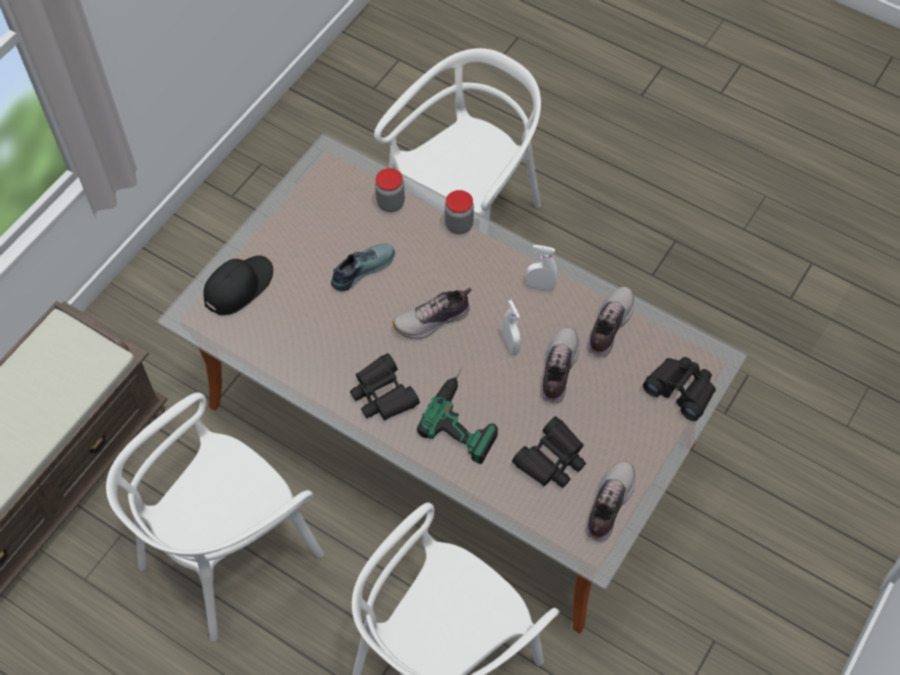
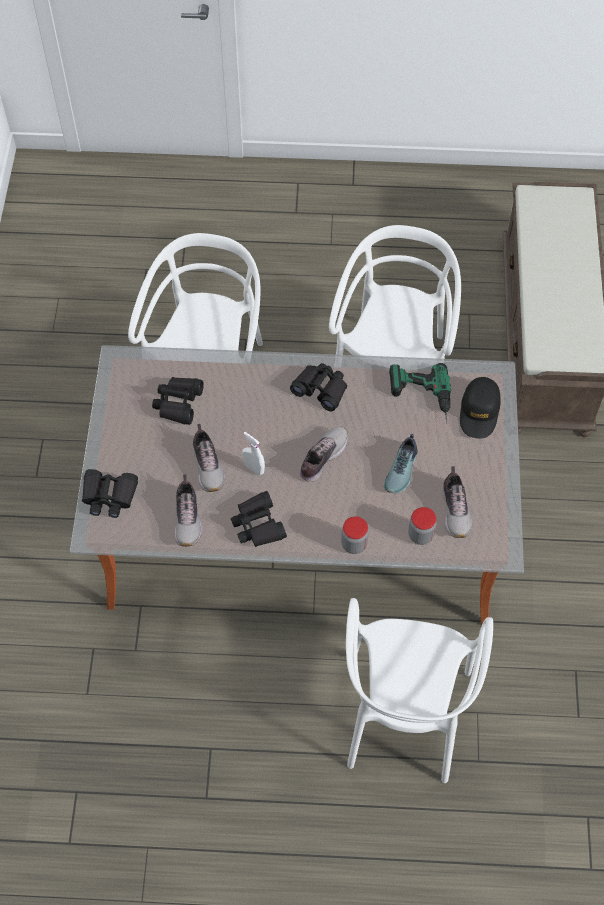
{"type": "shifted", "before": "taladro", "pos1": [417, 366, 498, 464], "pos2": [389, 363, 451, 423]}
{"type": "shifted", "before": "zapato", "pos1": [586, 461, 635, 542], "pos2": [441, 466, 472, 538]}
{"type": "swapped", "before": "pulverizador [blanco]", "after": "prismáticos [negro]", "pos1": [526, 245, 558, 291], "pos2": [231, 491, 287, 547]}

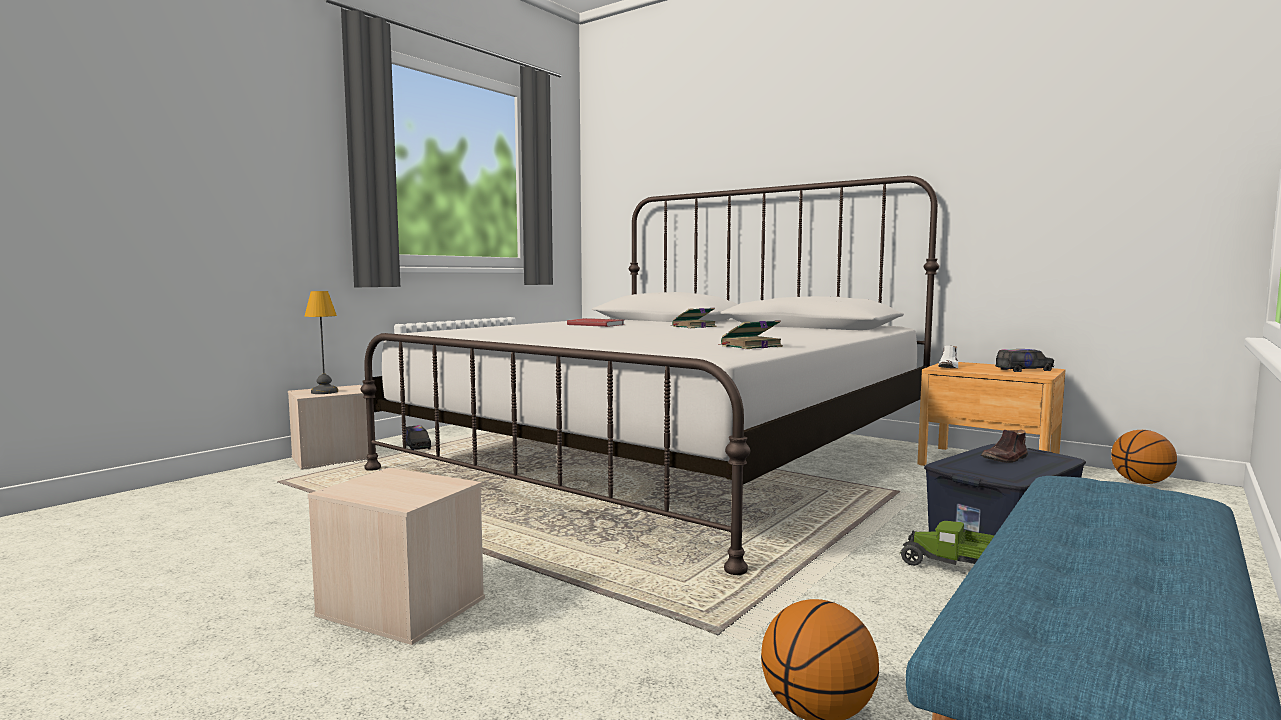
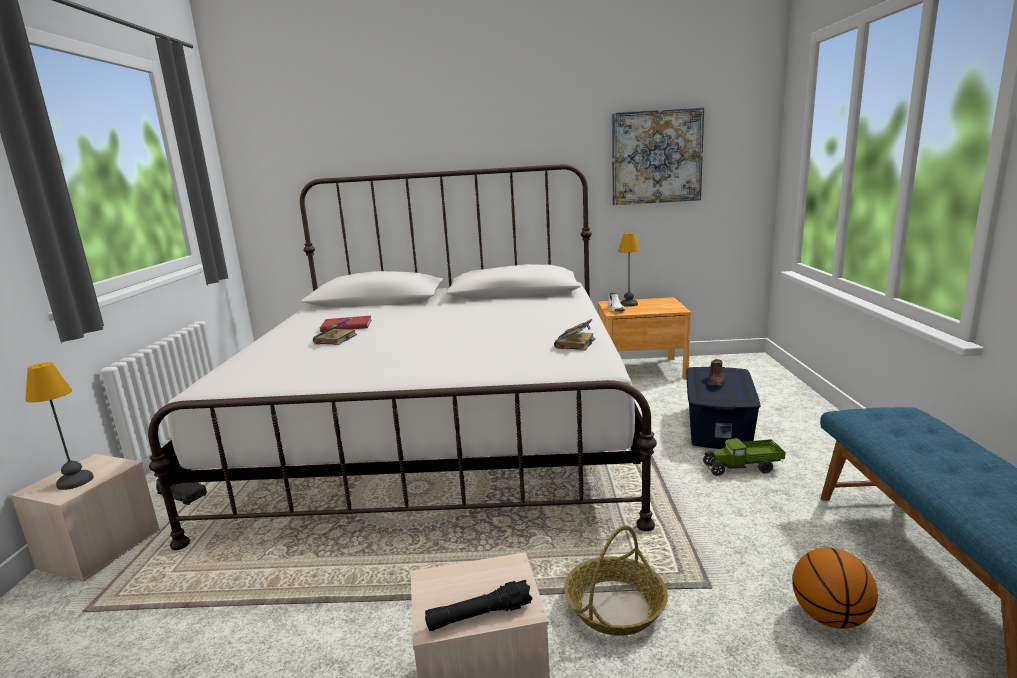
{"type": "gone", "before": "camión de juguete", "pos1": [995, 349, 1054, 372]}
{"type": "gone", "before": "balón de baloncesto", "pos1": [1111, 430, 1177, 484]}
{"type": "new", "after": "linterna [negro]", "pos2": [425, 580, 532, 631]}
{"type": "new", "after": "cesta", "pos2": [564, 525, 668, 636]}
{"type": "new", "after": "cuadro", "pos2": [612, 107, 704, 205]}
{"type": "new", "after": "lámpara de mesa", "pos2": [618, 232, 640, 307]}
{"type": "shifted", "before": "libro", "pos1": [672, 308, 716, 328], "pos2": [313, 317, 357, 345]}

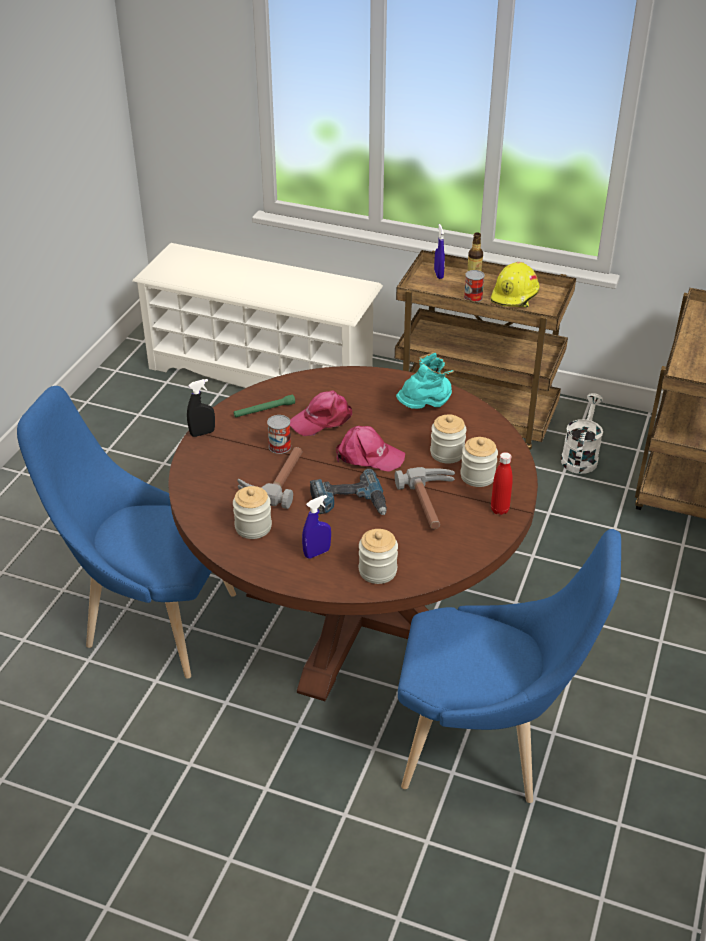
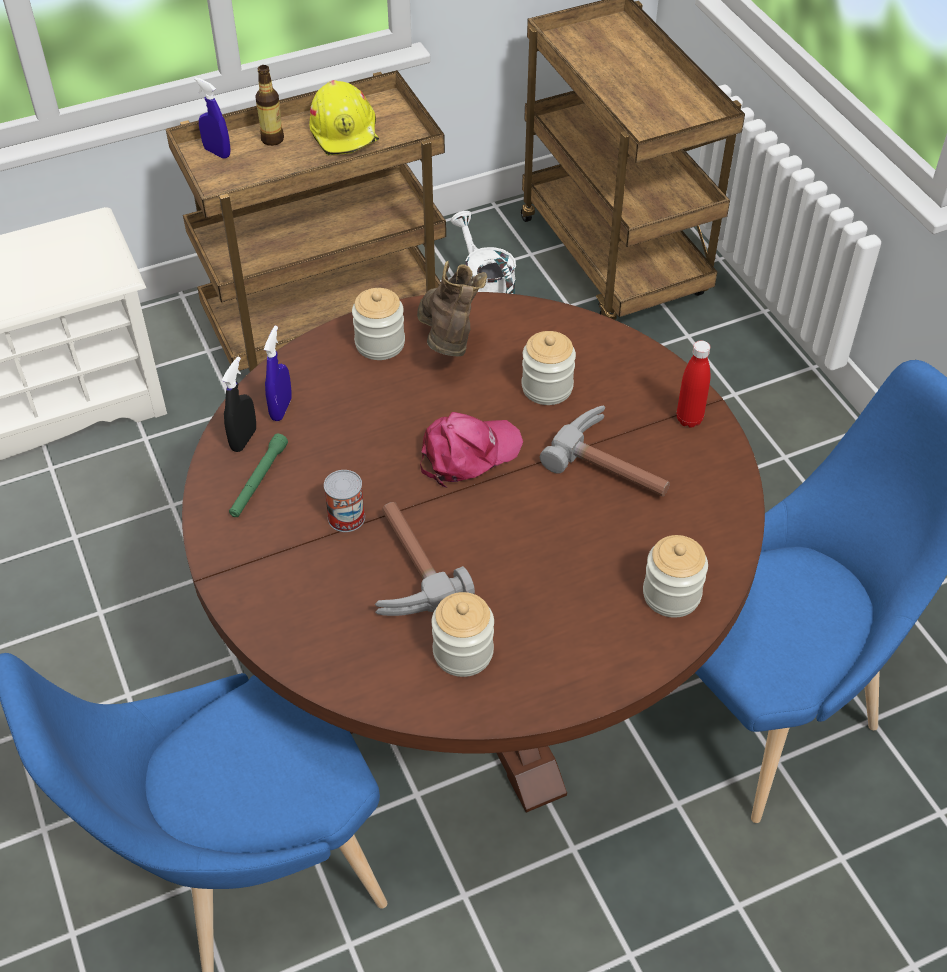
{"type": "gone", "before": "gorra [rosa]", "pos1": [290, 390, 352, 436]}
{"type": "gone", "before": "taladro", "pos1": [310, 469, 387, 515]}
{"type": "gone", "before": "lata", "pos1": [464, 270, 485, 302]}
{"type": "shifted", "before": "pulverizador [negro]", "pos1": [187, 379, 215, 437], "pos2": [222, 357, 256, 452]}
{"type": "shifted", "before": "pulverizador [azul]", "pos1": [302, 495, 331, 558], "pos2": [264, 326, 292, 421]}
{"type": "shifted", "before": "tarro", "pos1": [460, 437, 498, 487], "pos2": [352, 288, 405, 360]}
{"type": "repainted", "before": "bota [turquesa]", "after": "bota [marrón]", "pos1": [396, 352, 454, 409], "pos2": [417, 261, 487, 356]}

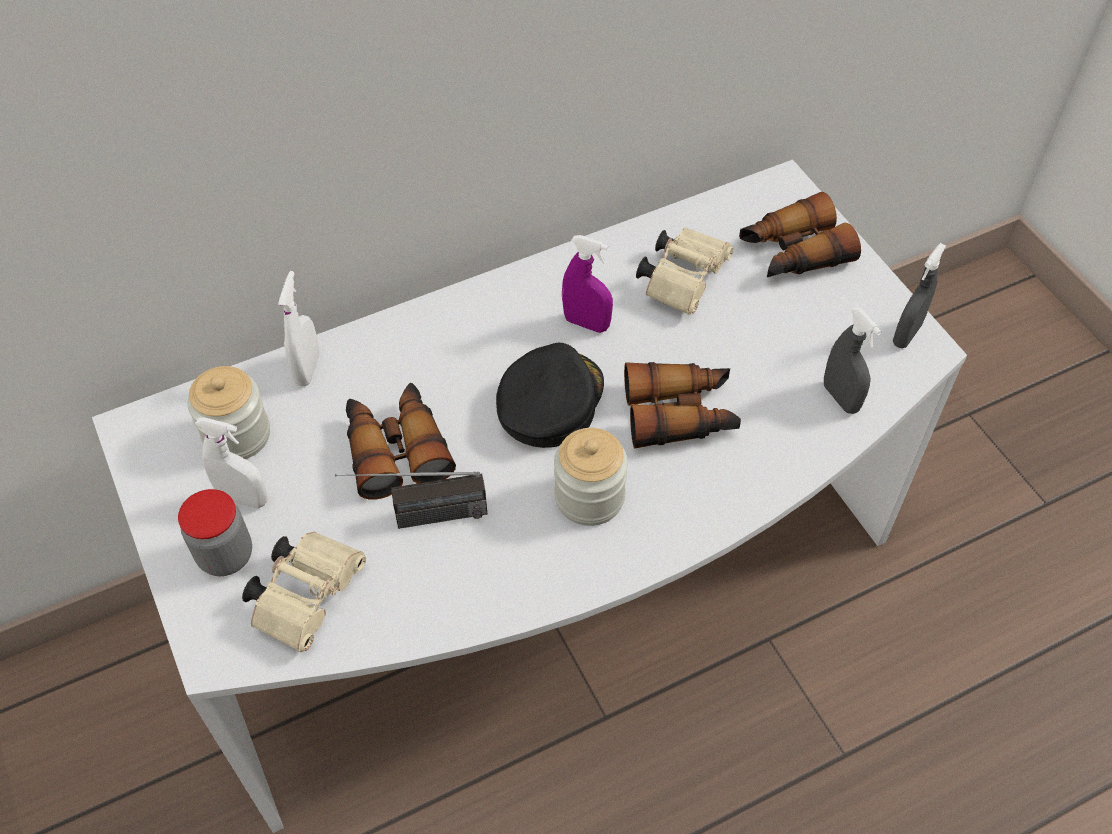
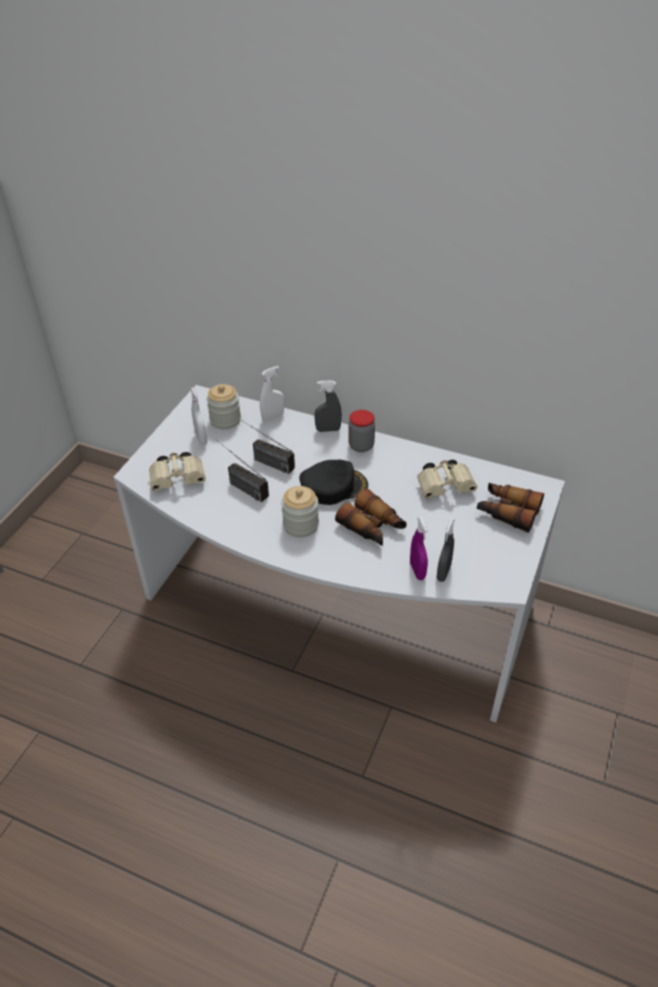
{"type": "shifted", "before": "tarro", "pos1": [178, 489, 252, 576], "pos2": [348, 410, 375, 452]}
{"type": "shifted", "before": "pulverizador [morado]", "pos1": [562, 235, 613, 333], "pos2": [410, 517, 428, 580]}
{"type": "shifted", "before": "pulverizador [gris]", "pos1": [893, 243, 946, 348], "pos2": [314, 380, 342, 432]}
{"type": "swapped", "before": "prismáticos", "after": "radio", "pos1": [346, 383, 456, 500], "pos2": [237, 418, 295, 474]}

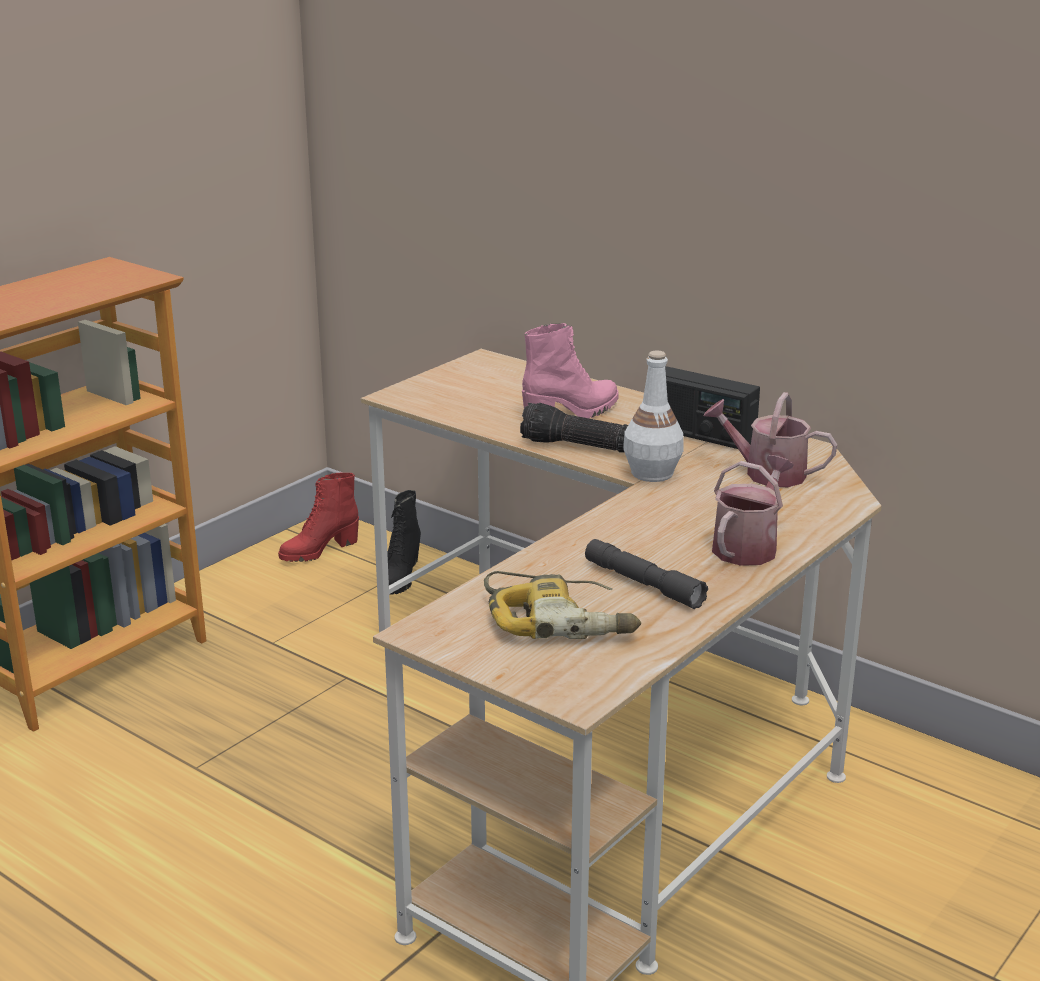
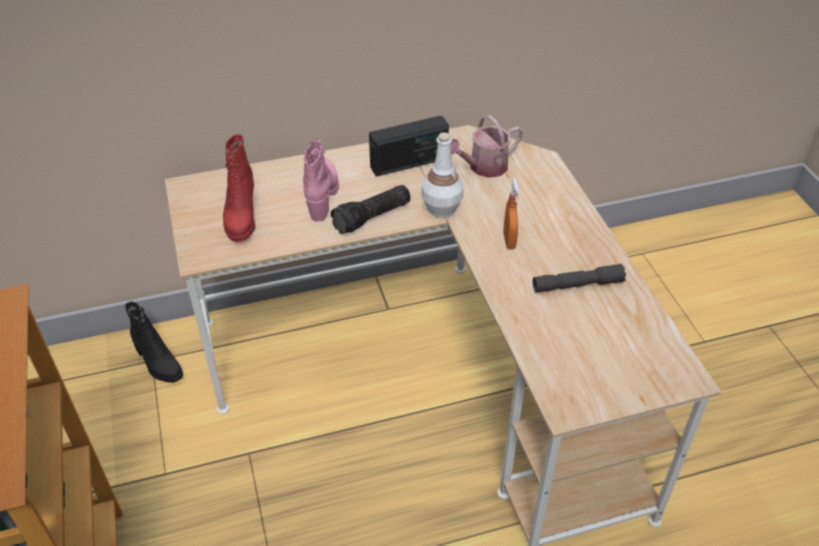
{"type": "gone", "before": "taladro", "pos1": [484, 571, 641, 639]}
{"type": "gone", "before": "regadera", "pos1": [712, 455, 794, 566]}
{"type": "new", "after": "pulverizador [naranja]", "pos2": [503, 178, 519, 249]}
{"type": "shifted", "before": "bota [rojo]", "pos1": [278, 473, 359, 562], "pos2": [223, 134, 255, 242]}

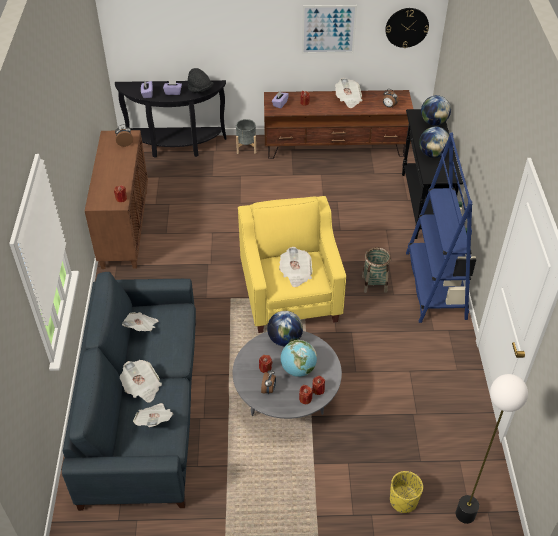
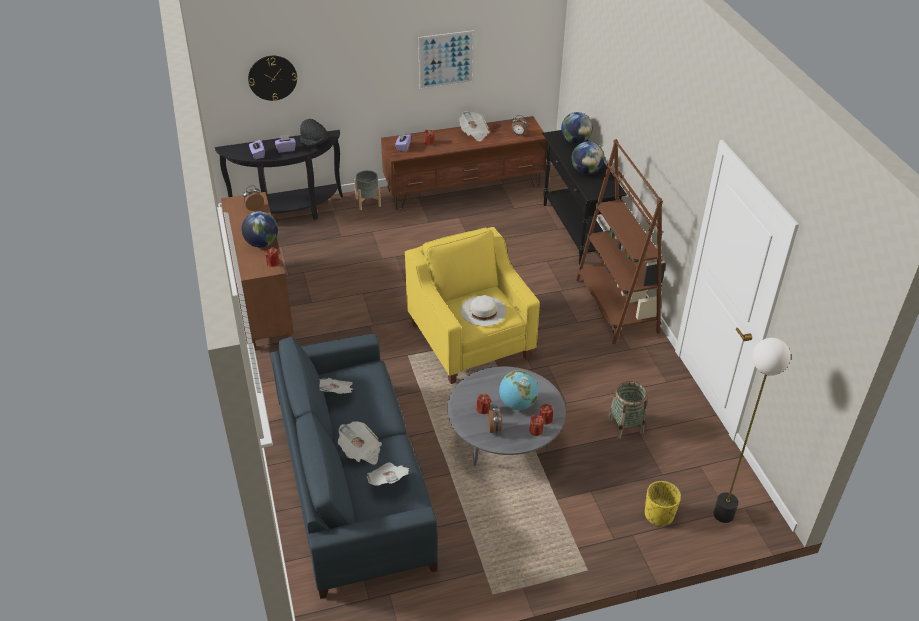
{"type": "shifted", "before": "globo terráqueo", "pos1": [267, 311, 303, 346], "pos2": [242, 211, 278, 247]}
{"type": "shifted", "before": "cesta", "pos1": [362, 247, 391, 293], "pos2": [608, 381, 647, 439]}
{"type": "shifted", "before": "reloj de pared", "pos1": [385, 8, 429, 48], "pos2": [248, 56, 297, 101]}
{"type": "swapped", "before": "periódico", "after": "sombrero [blanco]", "pos1": [279, 247, 312, 287], "pos2": [461, 295, 507, 326]}
{"type": "repainted", "before": "estantería [azul]", "after": "estantería [marrón]", "pos1": [406, 132, 476, 323], "pos2": [576, 139, 666, 344]}

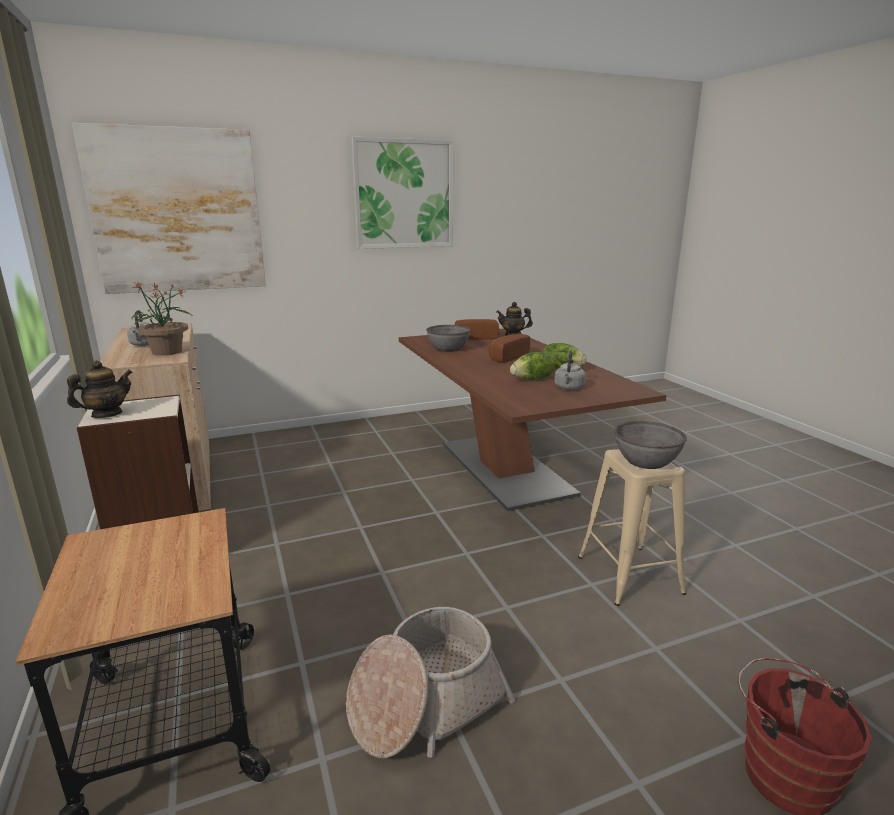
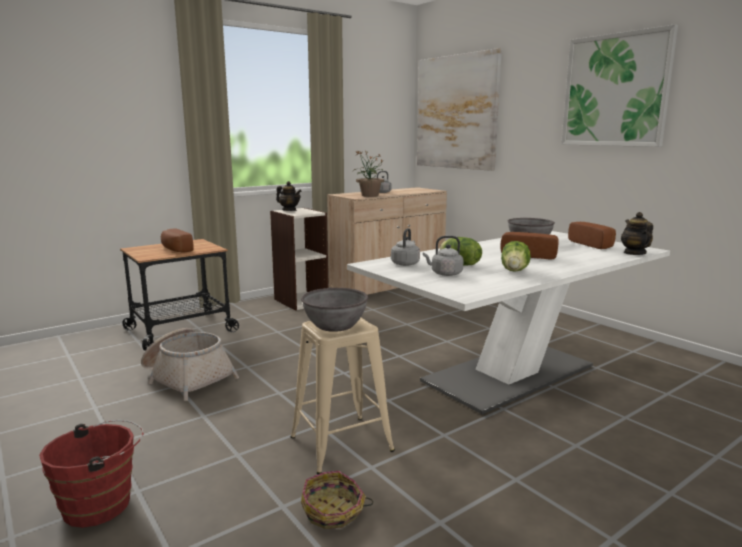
{"type": "new", "after": "pan", "pos2": [161, 229, 194, 253]}
{"type": "new", "after": "cesta", "pos2": [301, 471, 373, 529]}
{"type": "new", "after": "hervidor [gris]", "pos2": [391, 228, 420, 266]}
{"type": "repainted", "before": "mesa de comedor [marrón]", "after": "mesa de comedor [blanco]", "pos1": [399, 328, 666, 511], "pos2": [347, 231, 670, 415]}

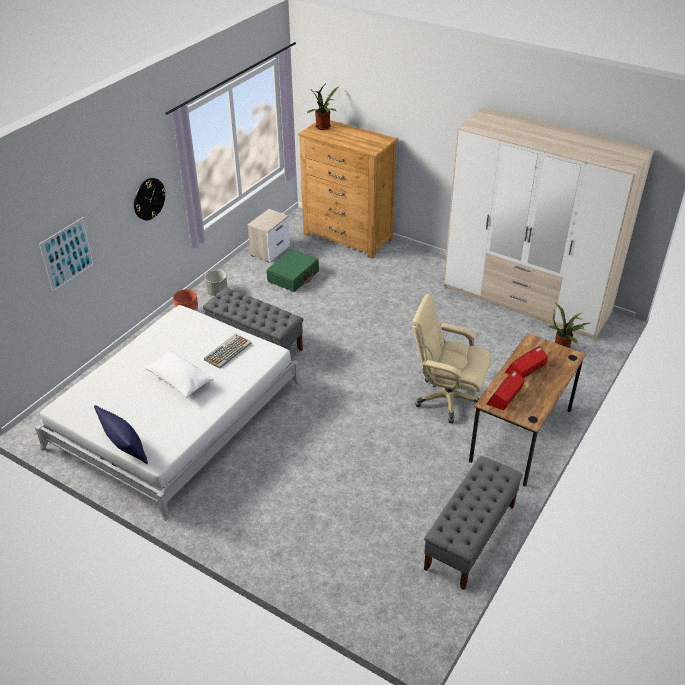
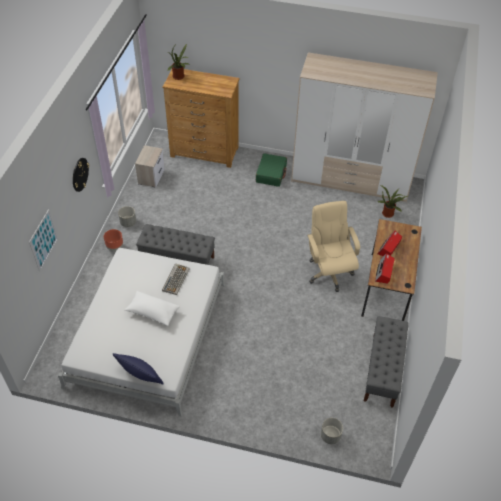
{"type": "new", "after": "maceta [gris]", "pos2": [321, 418, 343, 444]}
{"type": "shifted", "before": "maleta [verde]", "pos1": [267, 249, 319, 292], "pos2": [256, 153, 287, 187]}
{"type": "rotated", "before": "silla de oficina [beis]", "pos1": [412, 294, 491, 423], "pos2": [307, 201, 360, 292], "turn": 75}

